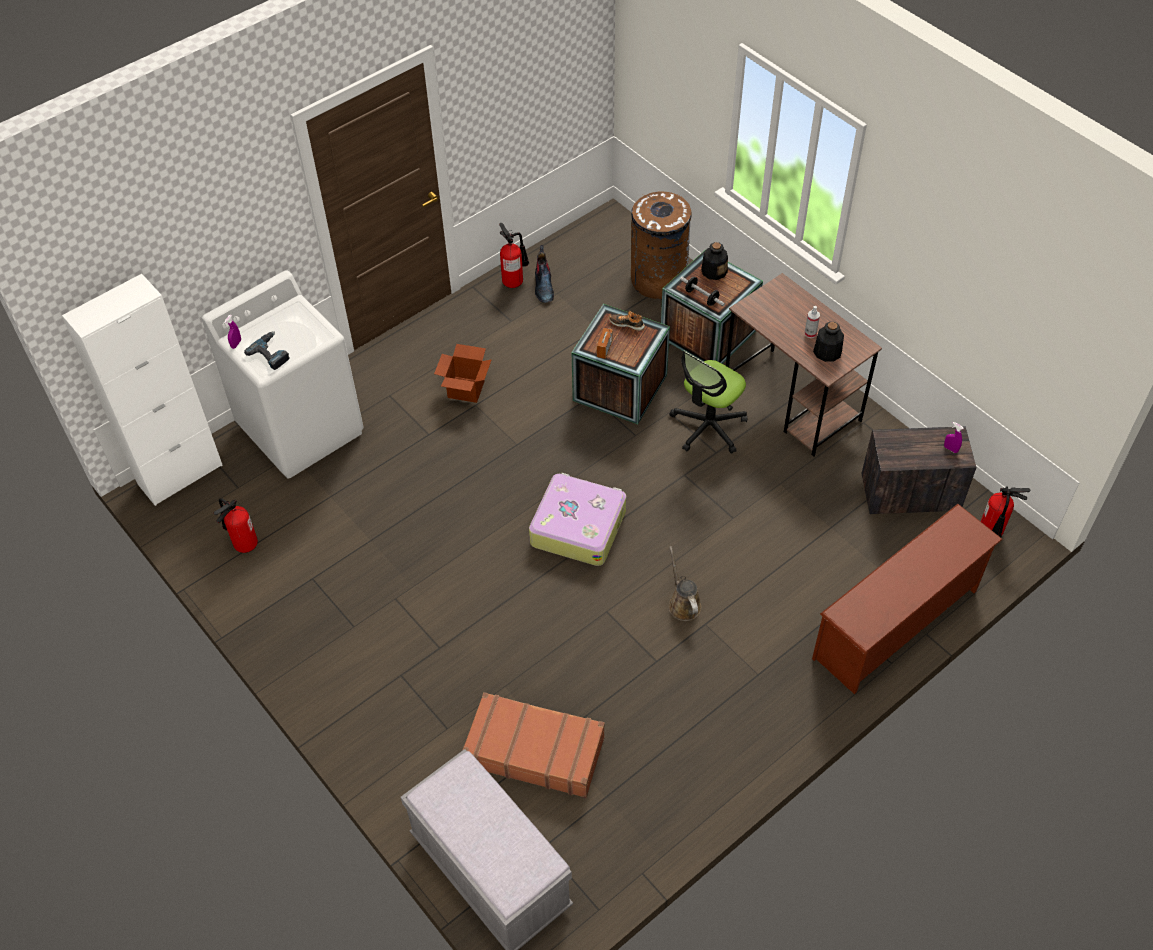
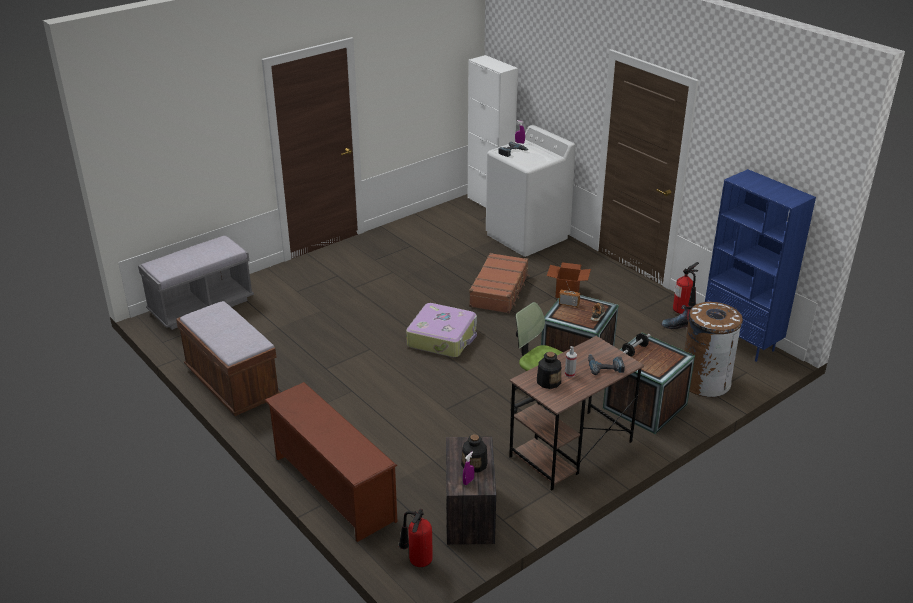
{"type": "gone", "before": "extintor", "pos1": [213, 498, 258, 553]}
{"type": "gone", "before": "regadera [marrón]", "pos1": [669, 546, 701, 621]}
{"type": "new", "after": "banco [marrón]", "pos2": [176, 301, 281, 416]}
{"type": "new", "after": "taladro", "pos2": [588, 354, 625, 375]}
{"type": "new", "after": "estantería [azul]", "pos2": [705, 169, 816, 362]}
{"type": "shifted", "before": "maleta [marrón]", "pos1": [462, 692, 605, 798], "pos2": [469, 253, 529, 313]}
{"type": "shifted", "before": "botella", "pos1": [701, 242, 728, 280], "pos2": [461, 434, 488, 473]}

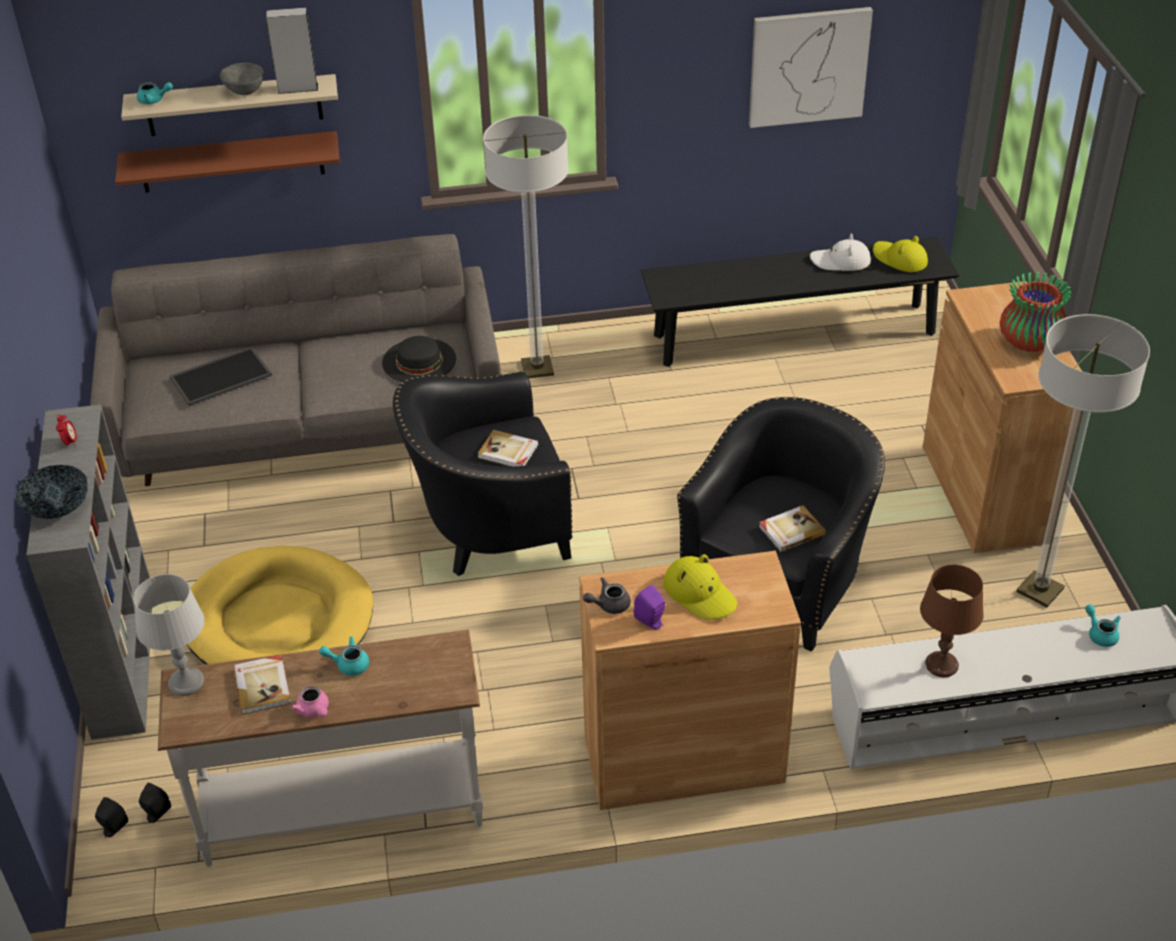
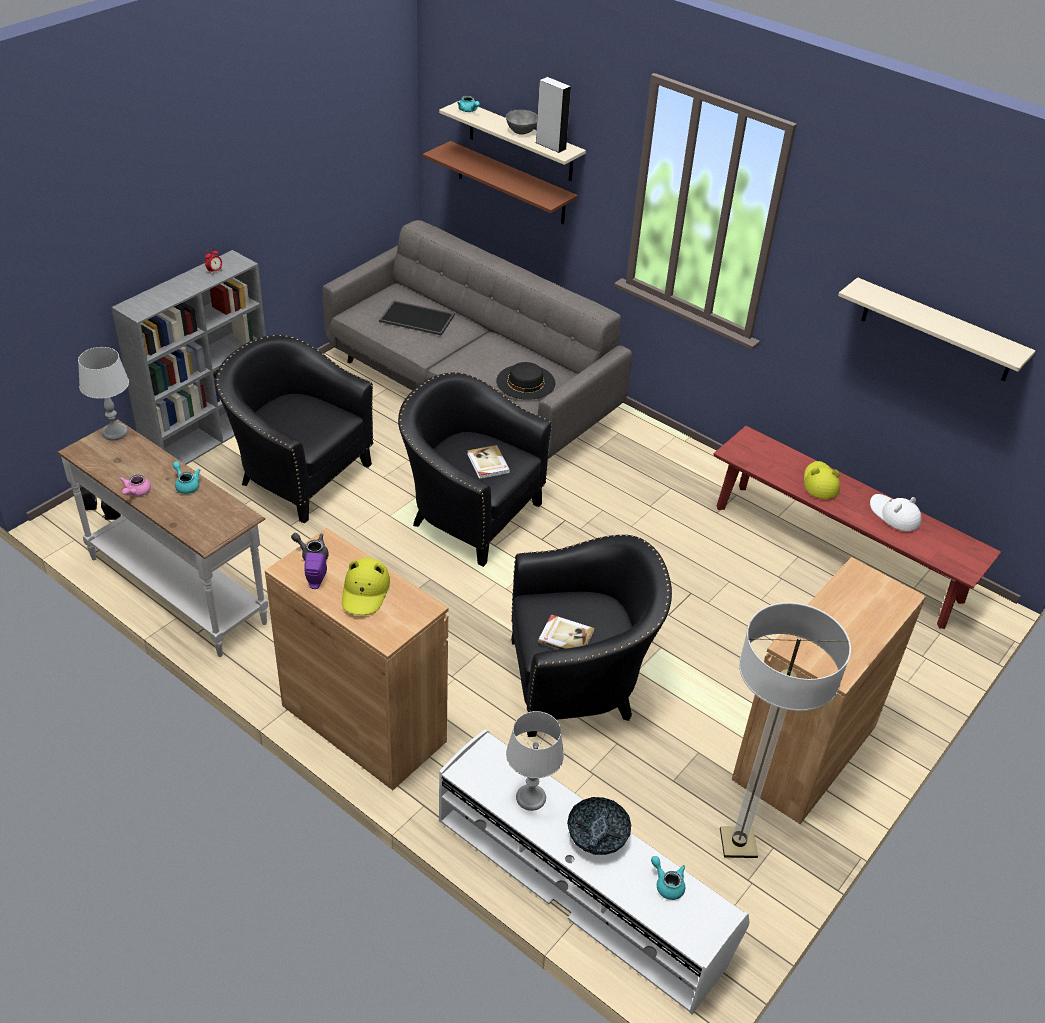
{"type": "gone", "before": "libro", "pos1": [233, 655, 291, 715]}
{"type": "gone", "before": "lámpara de pie", "pos1": [483, 115, 569, 378]}
{"type": "gone", "before": "florero", "pos1": [1000, 272, 1072, 353]}
{"type": "shifted", "before": "cuenco", "pos1": [16, 465, 88, 519], "pos2": [567, 797, 631, 855]}
{"type": "shifted", "before": "sombrero [amarillo]", "pos1": [873, 236, 928, 272], "pos2": [804, 461, 840, 499]}
{"type": "swapped", "before": "cama para perro [amarillo]", "after": "sillón [negro]", "pos1": [182, 546, 373, 665], "pos2": [215, 335, 374, 524]}
{"type": "swapped", "before": "cuadro", "after": "estante [beis]", "pos1": [749, 7, 873, 128], "pos2": [838, 277, 1036, 382]}
{"type": "repainted", "before": "banco [negro]", "after": "banco [rojo]", "pos1": [641, 237, 959, 367], "pos2": [713, 426, 1001, 629]}
{"type": "repainted", "before": "lámpara de mesa [marrón]", "after": "lámpara de mesa [gris]", "pos1": [920, 565, 984, 677], "pos2": [506, 711, 564, 811]}
{"type": "rotated", "before": "tetera [turquesa]", "pos1": [1085, 604, 1121, 647], "pos2": [651, 856, 685, 900], "turn": -60}

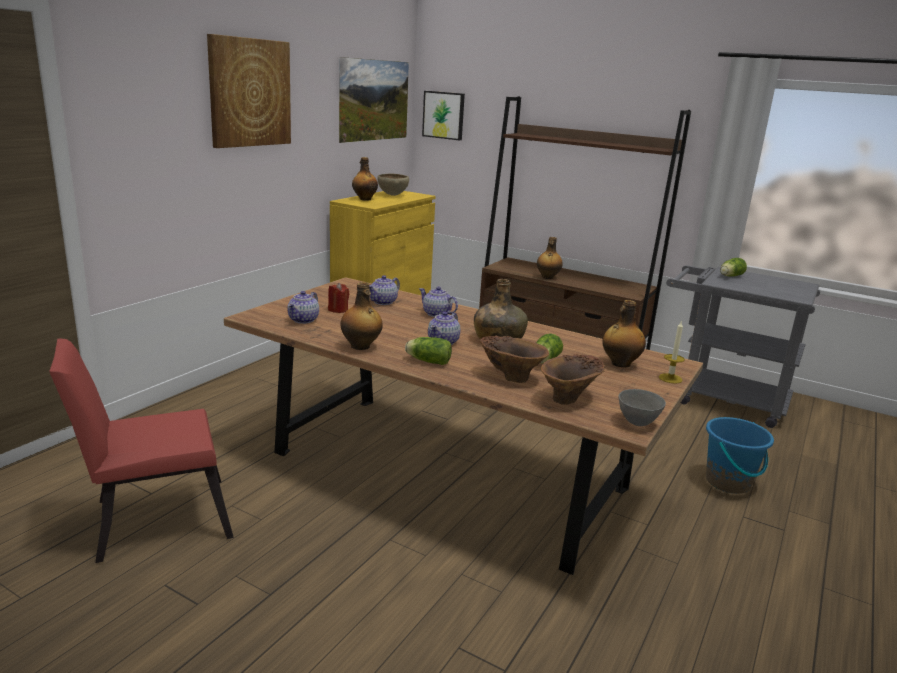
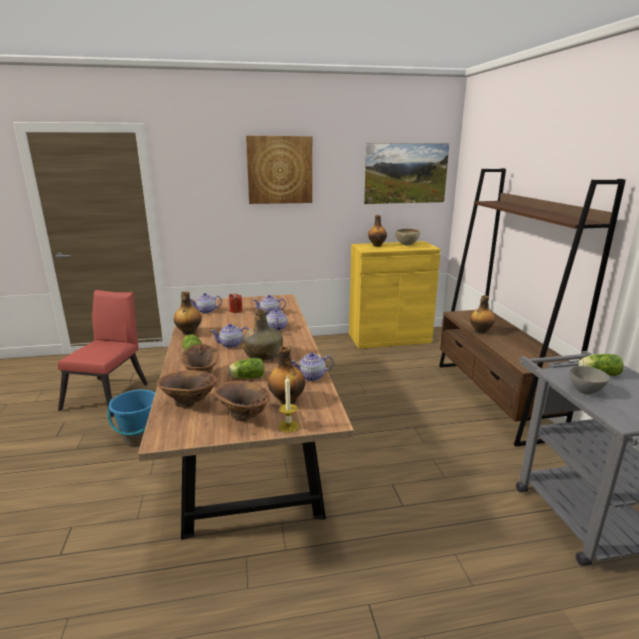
{"type": "gone", "before": "cuadro", "pos1": [422, 91, 465, 140]}
{"type": "new", "after": "florero [marrón]", "pos2": [214, 381, 270, 422]}
{"type": "new", "after": "tetera", "pos2": [292, 352, 333, 381]}
{"type": "shifted", "before": "cuenco [gris]", "pos1": [618, 389, 666, 426], "pos2": [569, 366, 610, 394]}
{"type": "shifted", "before": "cubo [azul]", "pos1": [706, 417, 774, 494], "pos2": [107, 389, 155, 446]}
{"type": "rotated", "before": "silla [rojo]", "pos1": [49, 339, 234, 563], "pos2": [58, 290, 148, 417], "turn": 75}

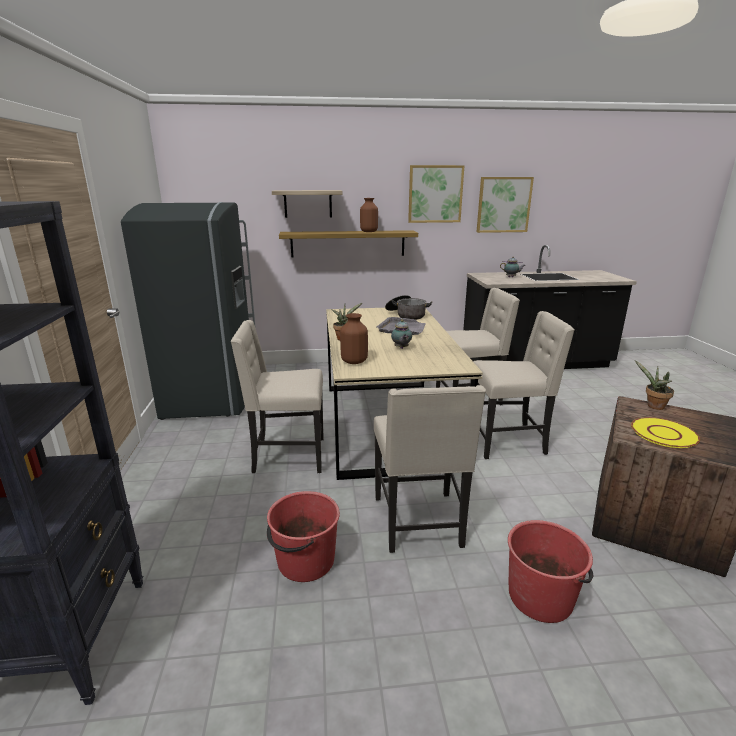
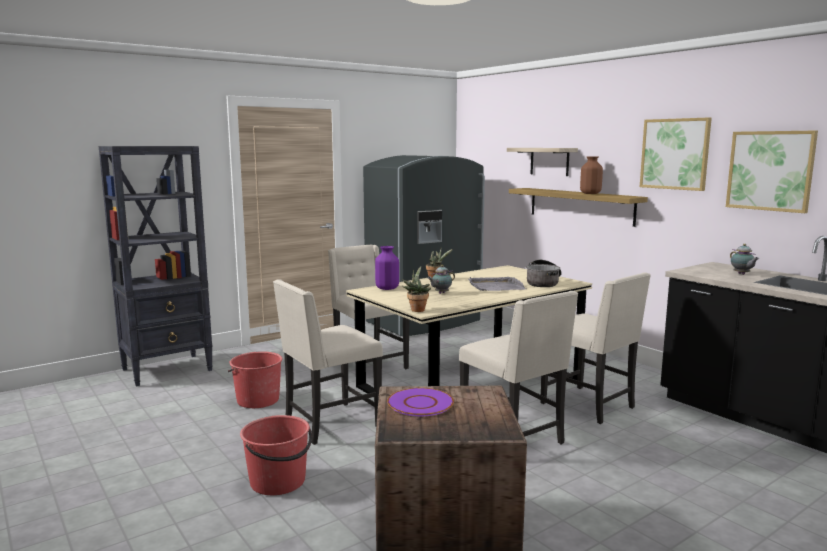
{"type": "shifted", "before": "planta en maceta", "pos1": [635, 360, 674, 410], "pos2": [402, 266, 431, 312]}
{"type": "repainted", "before": "florero [marrón]", "after": "florero [morado]", "pos1": [340, 313, 368, 364], "pos2": [375, 246, 399, 290]}
{"type": "repainted", "before": "plato [amarillo]", "after": "plato [morado]", "pos1": [631, 417, 700, 448], "pos2": [387, 388, 454, 416]}

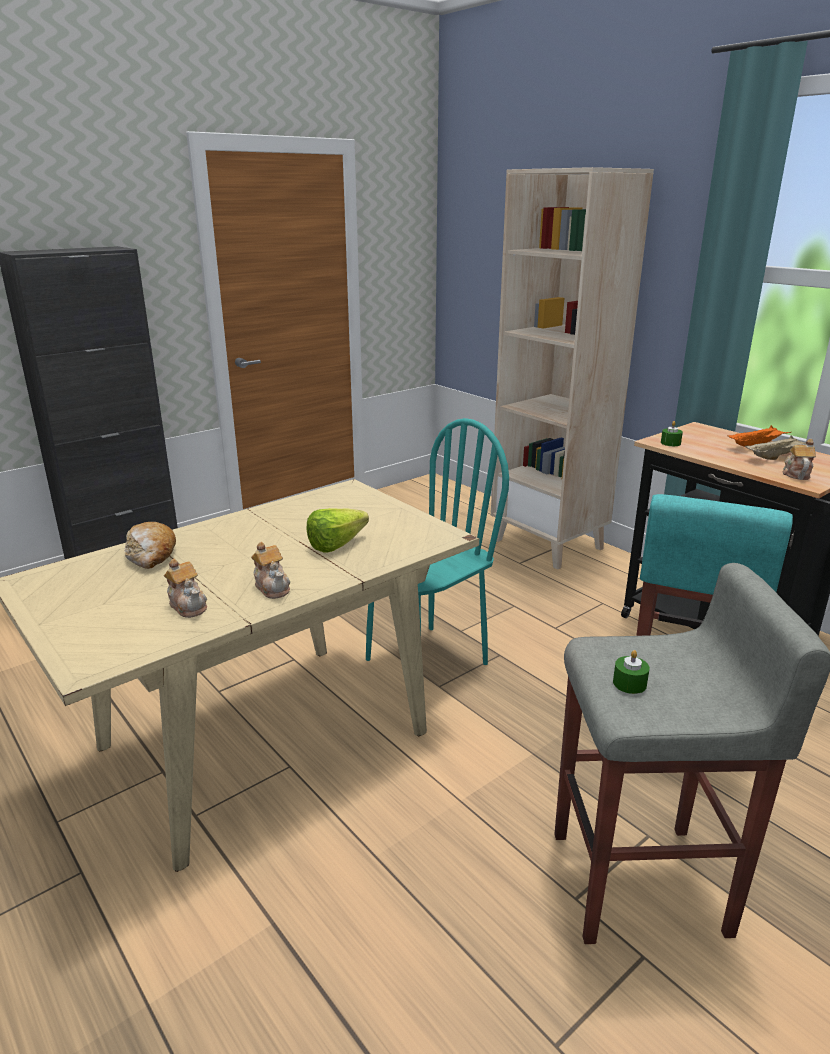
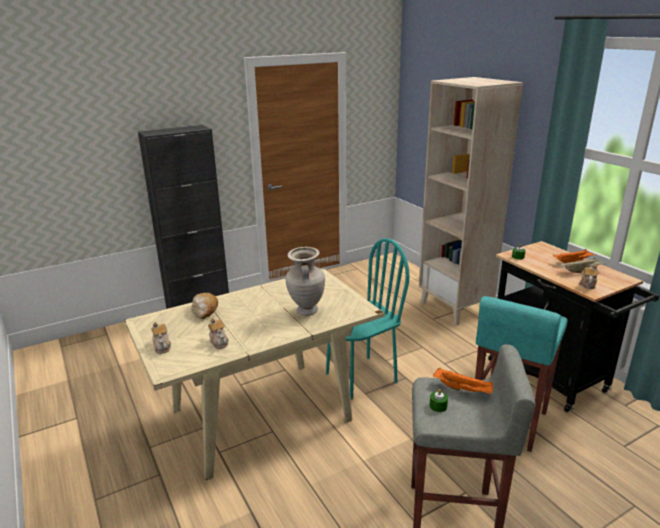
{"type": "new", "after": "bandeja [naranja]", "pos2": [433, 368, 493, 394]}
{"type": "shifted", "before": "tetera", "pos1": [251, 542, 290, 599], "pos2": [151, 322, 171, 354]}
{"type": "swapped", "before": "lechuga", "after": "florero [beis]", "pos1": [307, 508, 369, 553], "pos2": [286, 247, 325, 316]}

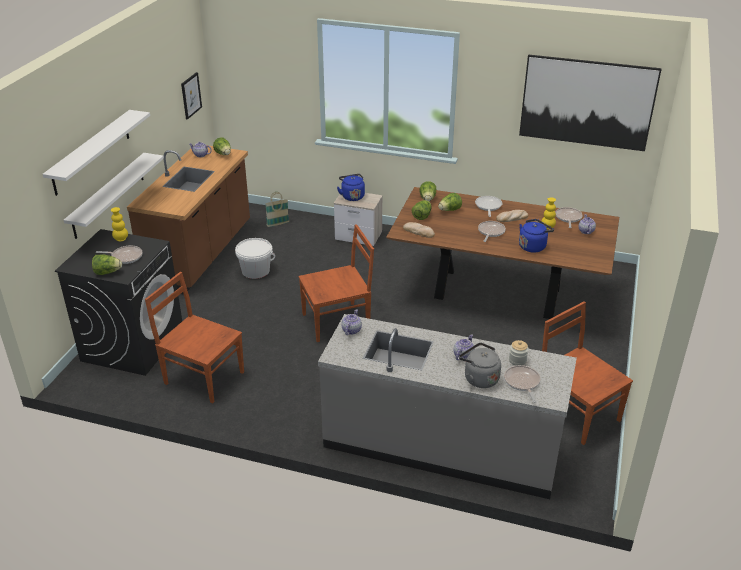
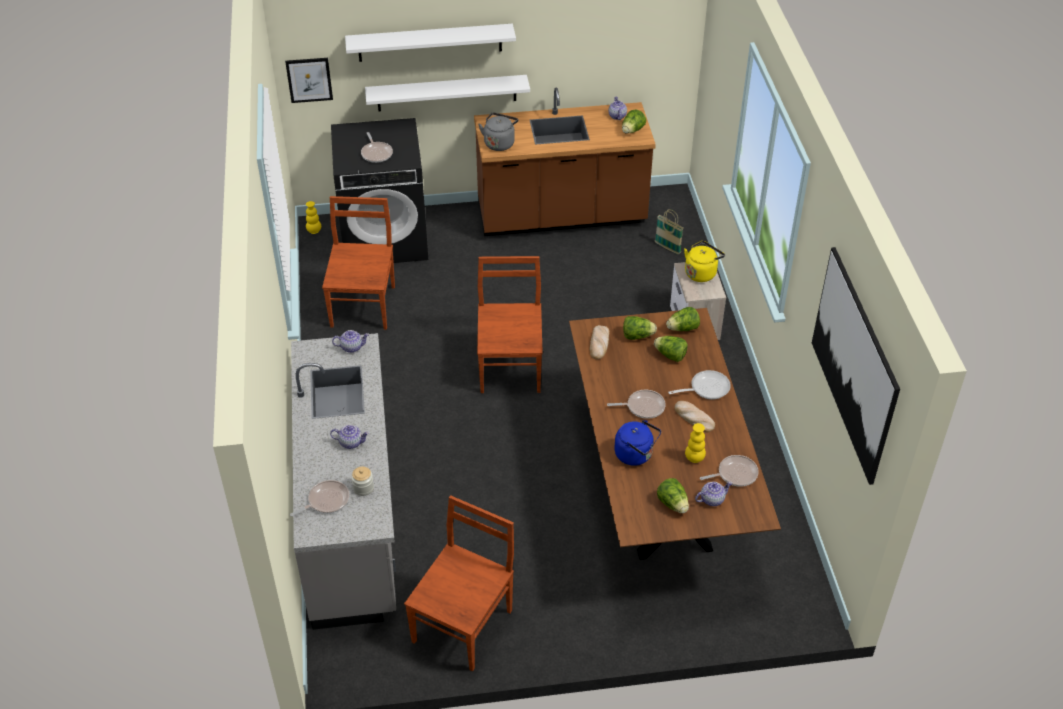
{"type": "gone", "before": "cubo [blanco]", "pos1": [235, 238, 275, 279]}
{"type": "shifted", "before": "lechuga", "pos1": [92, 254, 122, 275], "pos2": [657, 478, 689, 513]}
{"type": "shifted", "before": "florero [amarillo]", "pos1": [111, 207, 128, 241], "pos2": [306, 201, 321, 234]}
{"type": "shifted", "before": "cuadro", "pos1": [181, 72, 202, 119], "pos2": [285, 58, 333, 103]}
{"type": "shifted", "before": "hervidor [gris]", "pos1": [459, 343, 501, 388], "pos2": [478, 113, 518, 151]}
{"type": "repainted", "before": "hervidor [azul]", "after": "hervidor [amarillo]", "pos1": [337, 174, 365, 201], "pos2": [684, 241, 725, 282]}
{"type": "rotated", "before": "silla [marrón]", "pos1": [298, 224, 374, 342], "pos2": [477, 256, 543, 393], "turn": -135}

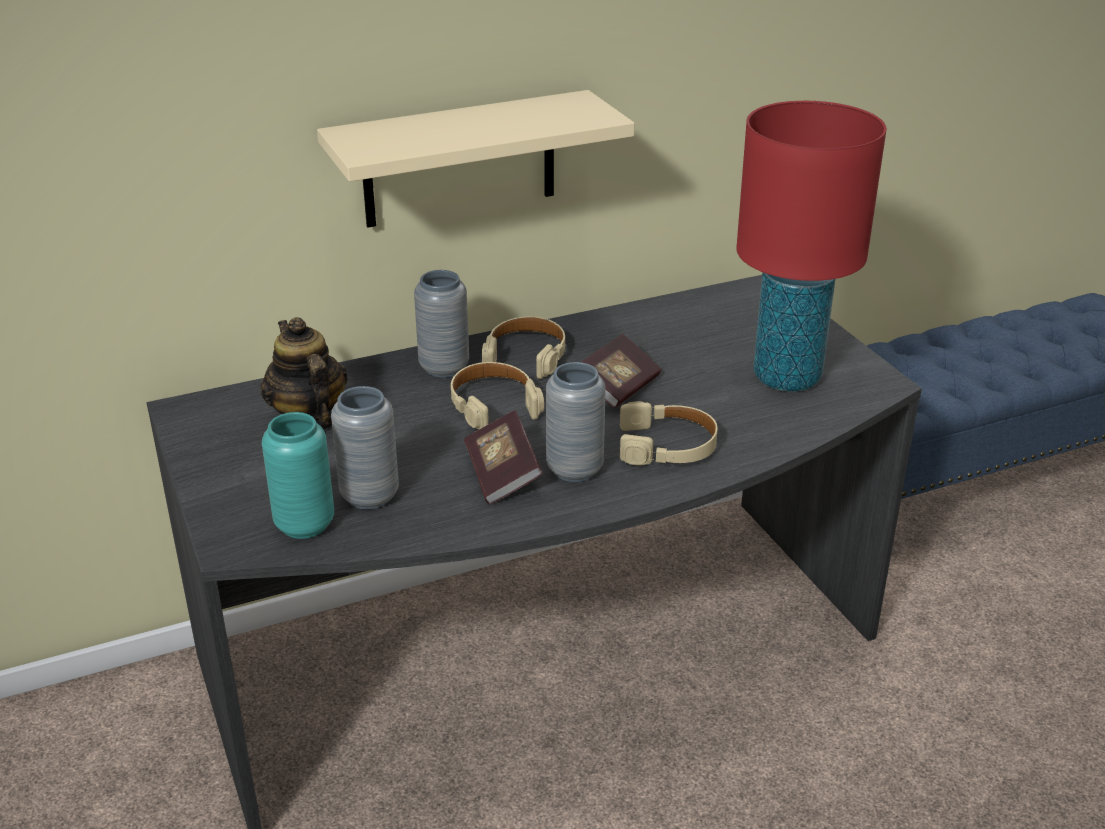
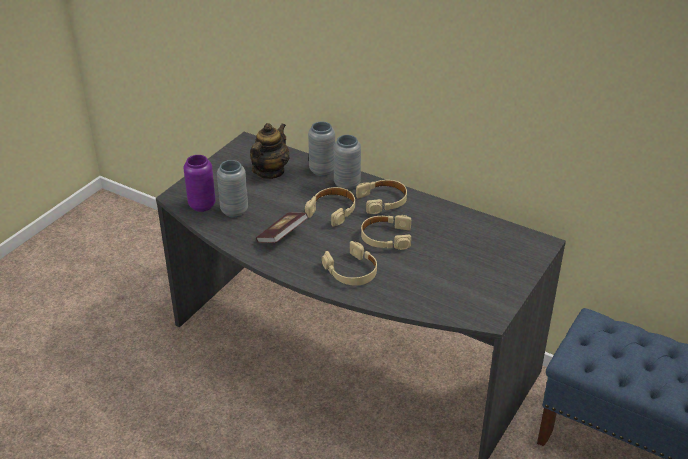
{"type": "gone", "before": "estante [beis]", "pos1": [317, 90, 635, 228]}
{"type": "gone", "before": "lámpara de mesa [rojo]", "pos1": [736, 101, 887, 392]}
{"type": "shifted", "before": "florero [gris]", "pos1": [546, 362, 606, 482], "pos2": [308, 121, 335, 176]}
{"type": "swapped", "before": "libro", "after": "auriculares [beis]", "pos1": [582, 334, 661, 408], "pos2": [361, 215, 411, 250]}
{"type": "repainted", "before": "florero [turquesa]", "after": "florero [morado]", "pos1": [262, 412, 334, 539], "pos2": [183, 155, 216, 212]}

